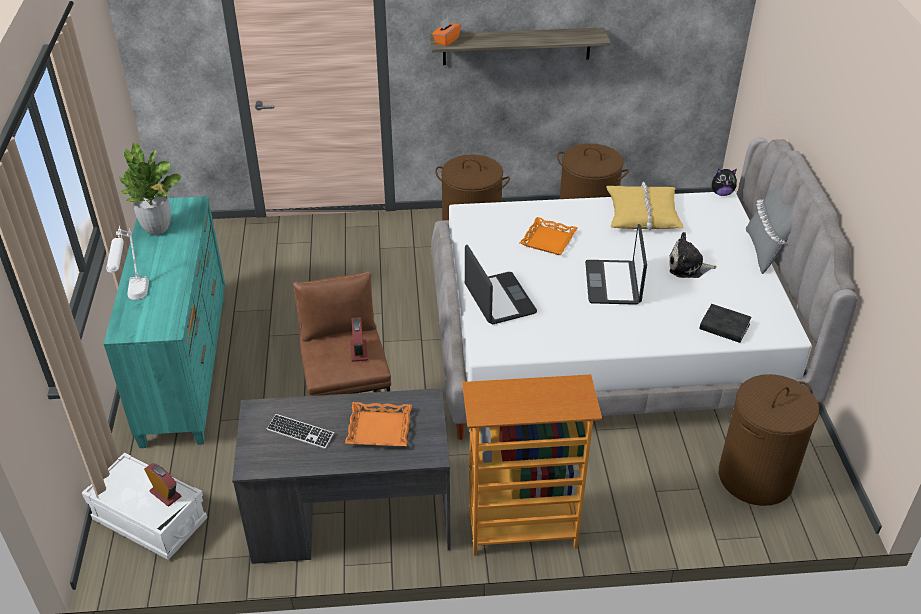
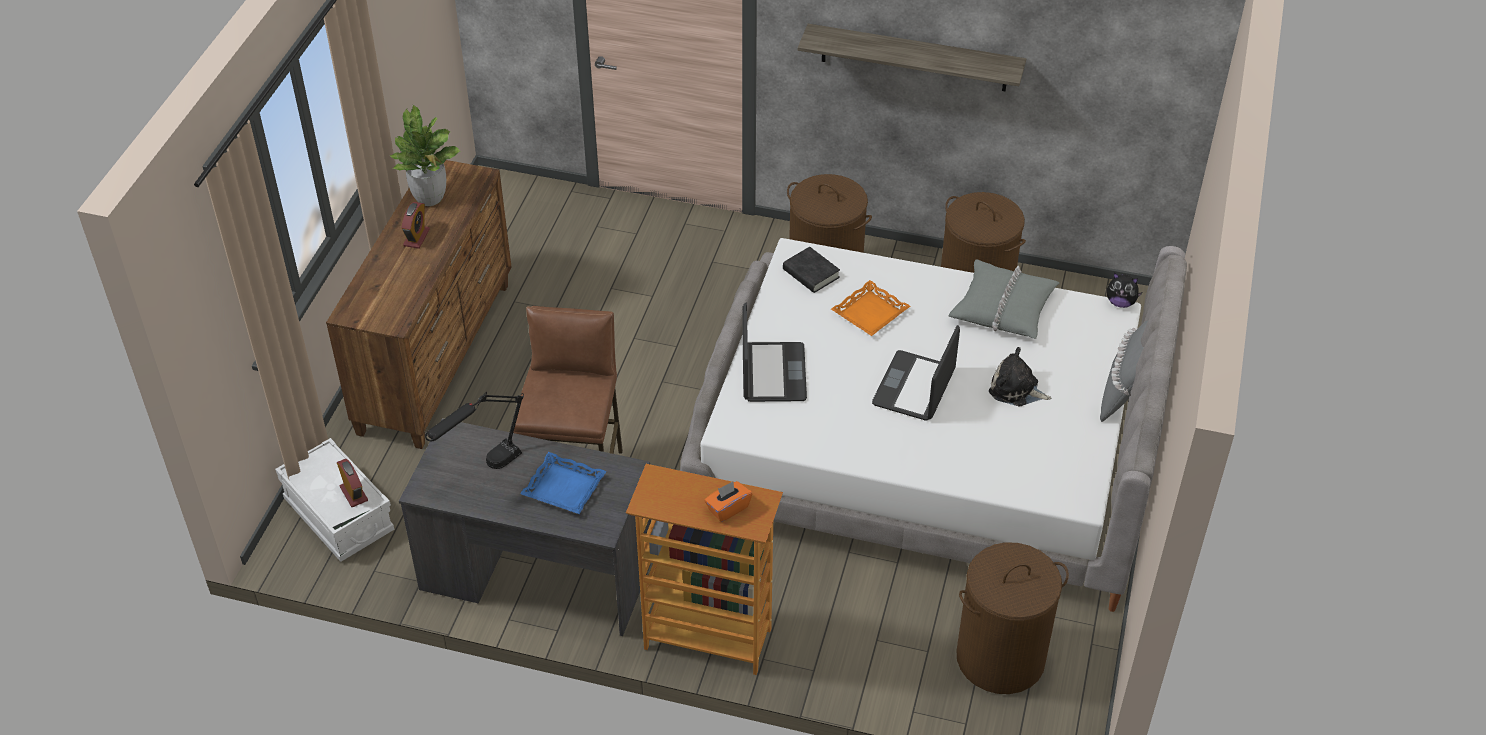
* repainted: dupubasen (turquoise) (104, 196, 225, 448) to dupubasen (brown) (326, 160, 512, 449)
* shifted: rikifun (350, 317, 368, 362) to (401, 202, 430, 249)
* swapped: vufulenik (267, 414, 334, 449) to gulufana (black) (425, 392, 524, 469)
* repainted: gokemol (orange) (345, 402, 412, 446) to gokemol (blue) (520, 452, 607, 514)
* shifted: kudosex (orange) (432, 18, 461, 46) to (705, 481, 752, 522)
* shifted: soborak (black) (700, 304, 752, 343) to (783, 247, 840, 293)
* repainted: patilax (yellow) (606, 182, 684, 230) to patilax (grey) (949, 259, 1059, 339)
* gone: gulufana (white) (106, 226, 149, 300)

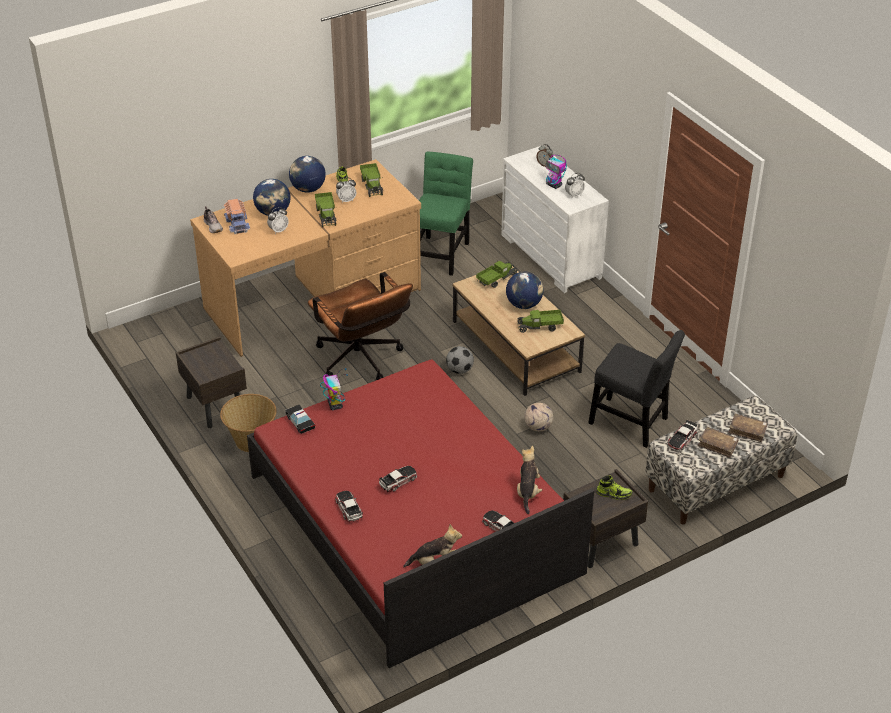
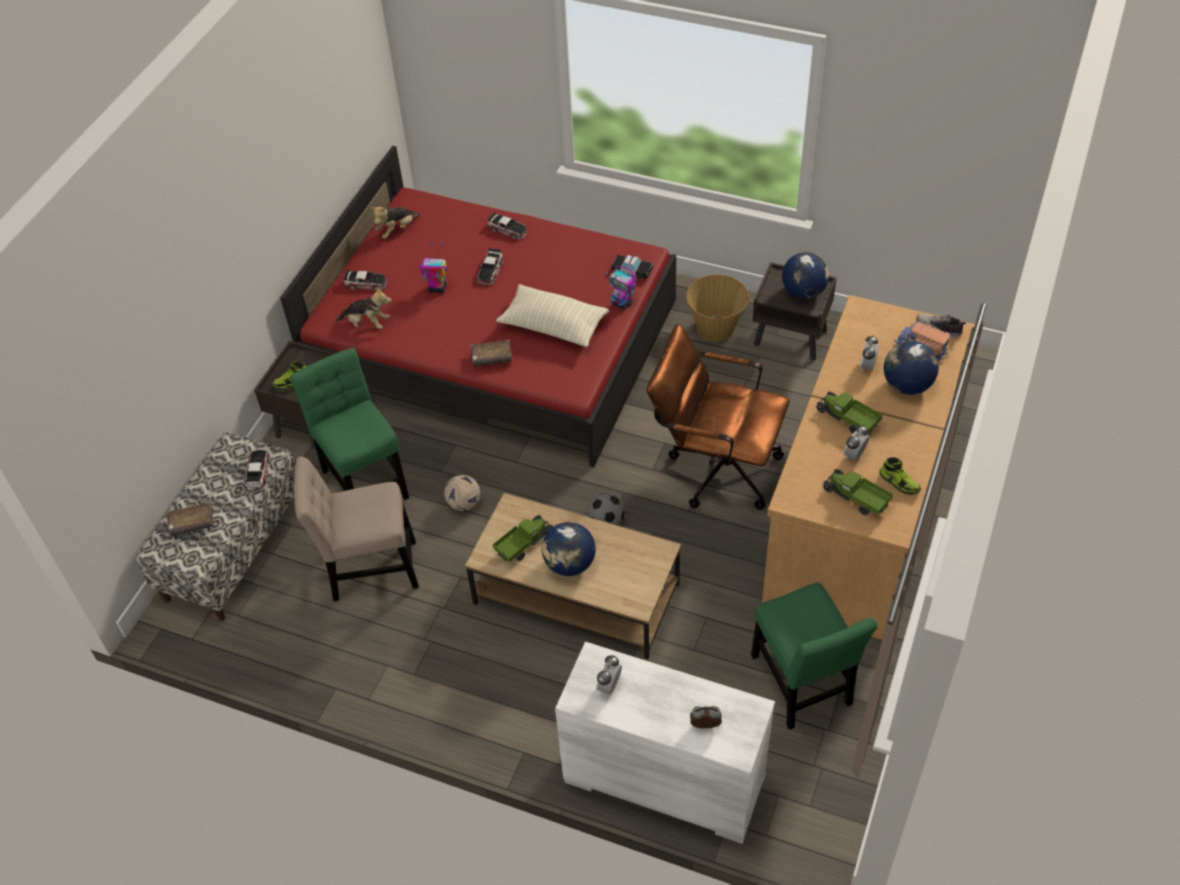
* new: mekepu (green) (290, 347, 409, 500)
* repainted: mekepu (black) (588, 330, 685, 448) to mekepu (beige) (294, 456, 419, 601)
* rotated: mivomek (517, 446, 542, 514) = (335, 286, 392, 329) 45 degrees counterclockwise
* shifted: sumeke (544, 155, 567, 189) to (419, 242, 448, 293)
* shifted: soborak (brown) (698, 427, 739, 458) to (470, 339, 512, 367)
* new: patilax (beige) (496, 284, 609, 347)
* shifted: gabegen (289, 156, 326, 193) to (782, 252, 829, 299)
* gone: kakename (476, 261, 518, 288)

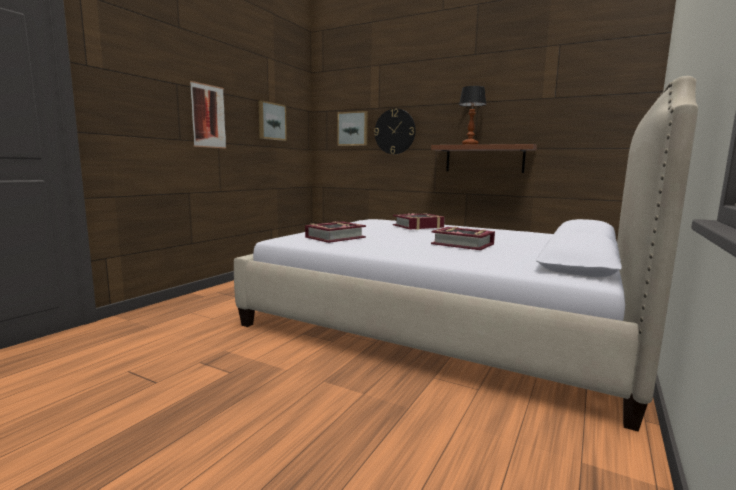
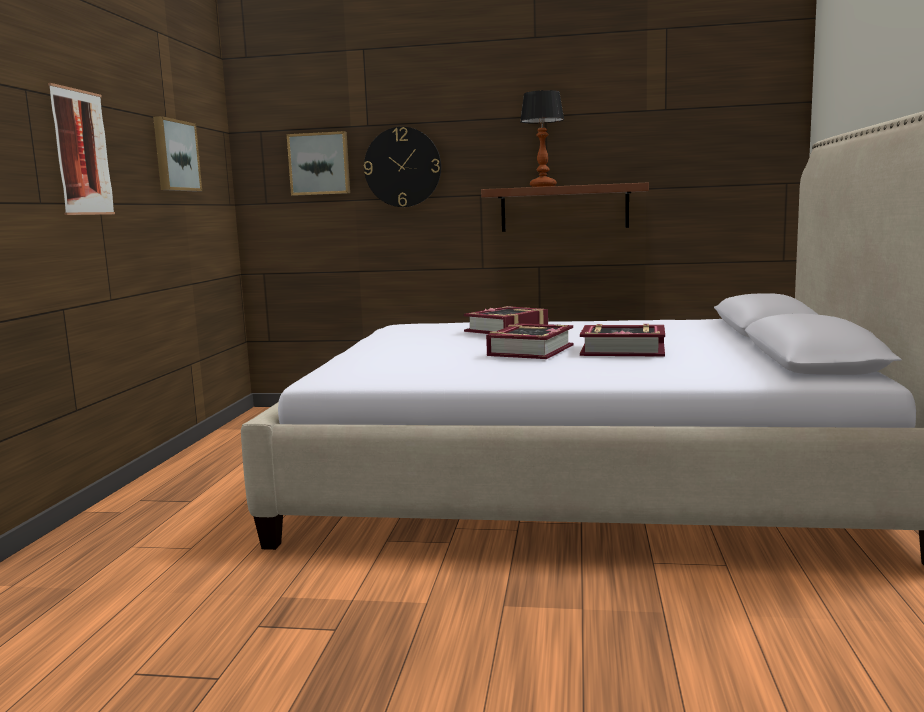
* shifted: soborak (305, 222, 366, 243) to (486, 323, 574, 359)

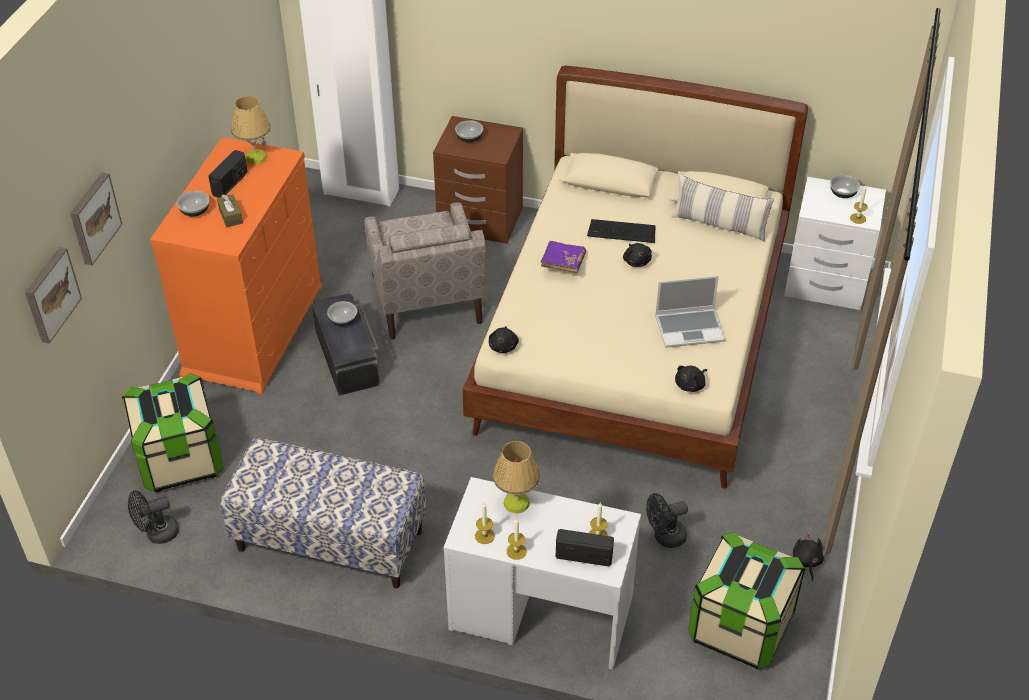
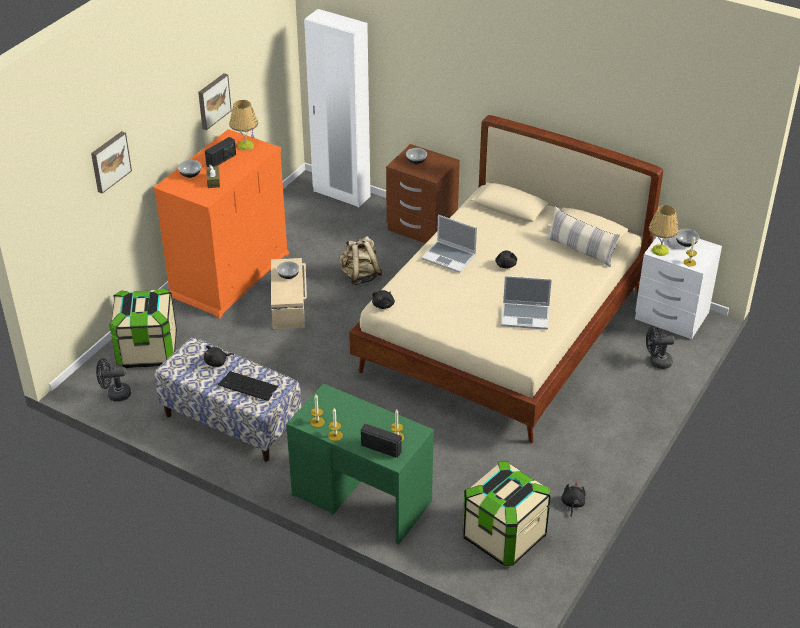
* shifted: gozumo (25, 247, 82, 343) to (198, 73, 232, 130)
* shifted: mivomek (black) (675, 366, 707, 392) to (204, 346, 234, 367)
* shifted: vufulenik (587, 219, 656, 243) to (218, 371, 278, 401)
* repainted: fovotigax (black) (312, 293, 380, 396) to fovotigax (beige) (271, 258, 307, 329)
* repainted: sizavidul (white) (443, 477, 641, 670) to sizavidul (green) (286, 383, 434, 545)
* swapped: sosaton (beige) (364, 203, 486, 339) to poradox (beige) (339, 236, 383, 285)
* swapped: soborak (purple) (541, 241, 586, 273) to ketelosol (422, 215, 477, 273)
* shifted: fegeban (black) (646, 493, 688, 548) to (646, 326, 675, 369)
* shifted: gulufana (493, 441, 540, 514) to (649, 205, 679, 256)

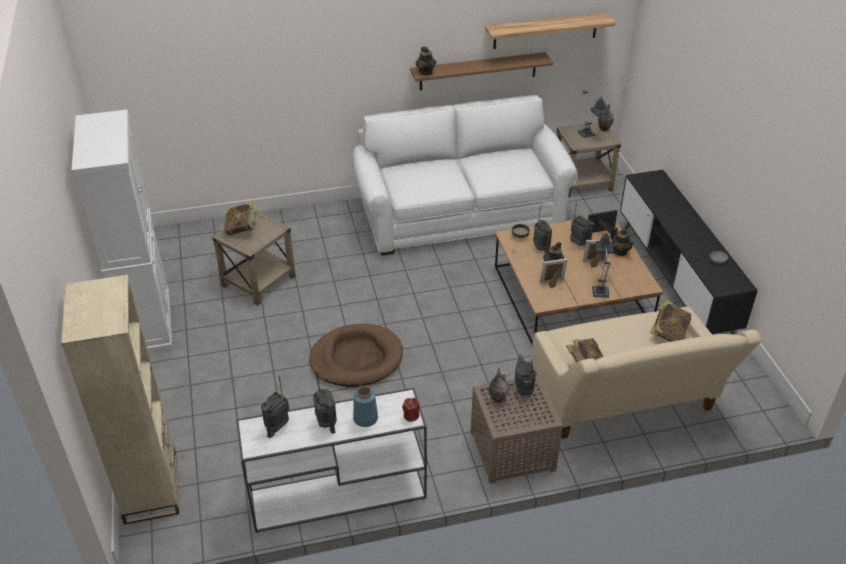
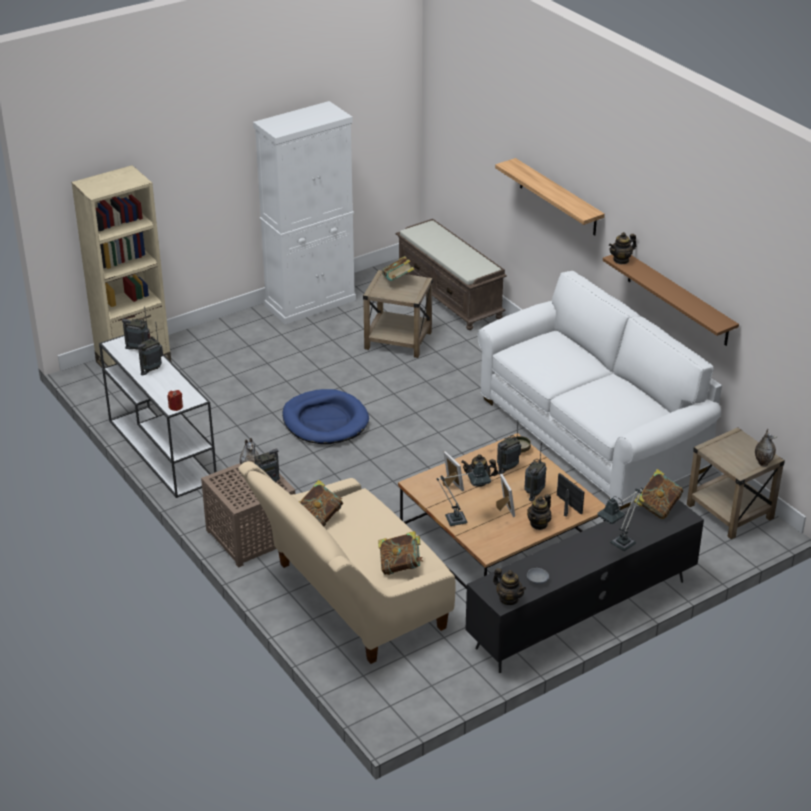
* repainted: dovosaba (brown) (310, 324, 403, 387) to dovosaba (blue) (282, 389, 369, 444)
* new: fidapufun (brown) (395, 219, 507, 330)
* new: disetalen (493, 568, 526, 605)
* shifted: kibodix (485, 12, 616, 49) to (495, 158, 605, 236)
* shifted: gulufana (578, 91, 609, 138) to (597, 488, 643, 551)
* new: soborak (634, 469, 683, 519)
* gone: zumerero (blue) (353, 386, 378, 427)

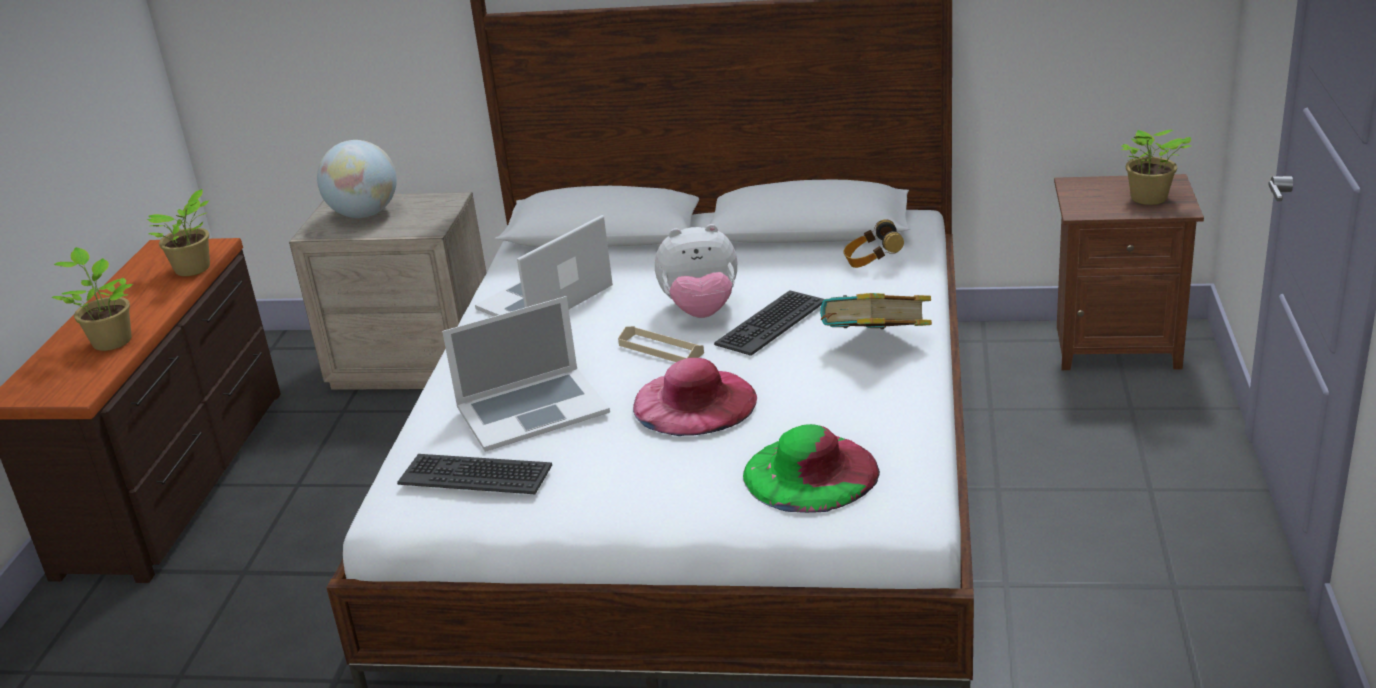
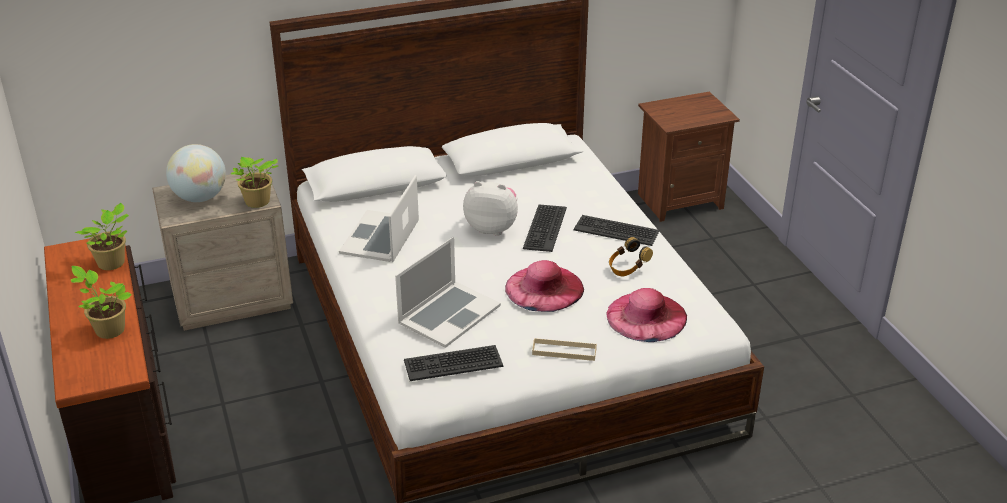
* shifted: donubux (1121, 129, 1191, 205) to (231, 157, 278, 208)
* rotated: mivomek (655, 224, 737, 318) = (463, 181, 518, 236) 135 degrees counterclockwise
* shifted: gokemol (beige) (618, 326, 704, 362) to (532, 338, 597, 361)
* swapped: soborak (820, 293, 932, 329) to vufulenik (573, 215, 659, 246)
* repainted: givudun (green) (743, 424, 880, 513) to givudun (pink) (607, 288, 687, 342)
* shifted: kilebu (844, 219, 904, 268) to (609, 237, 653, 276)

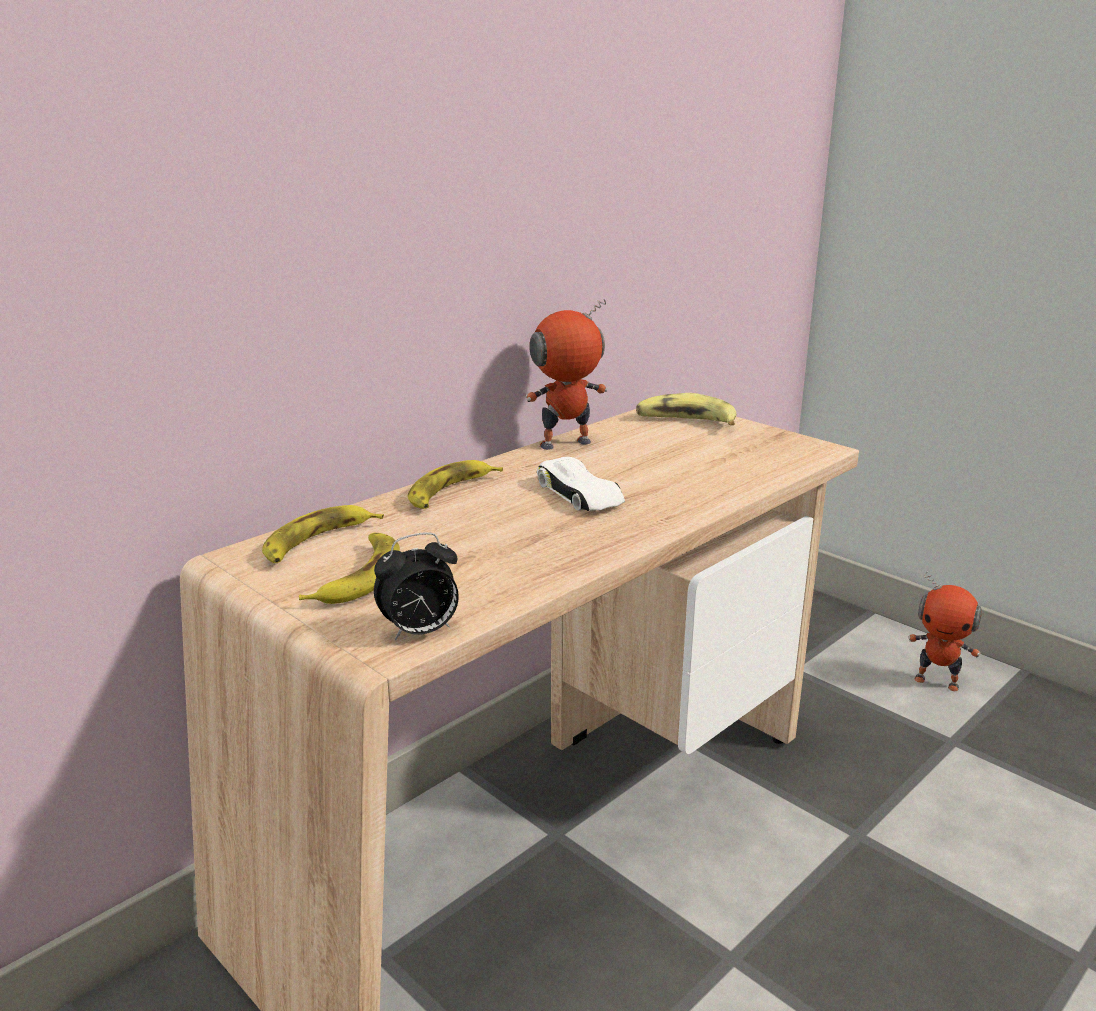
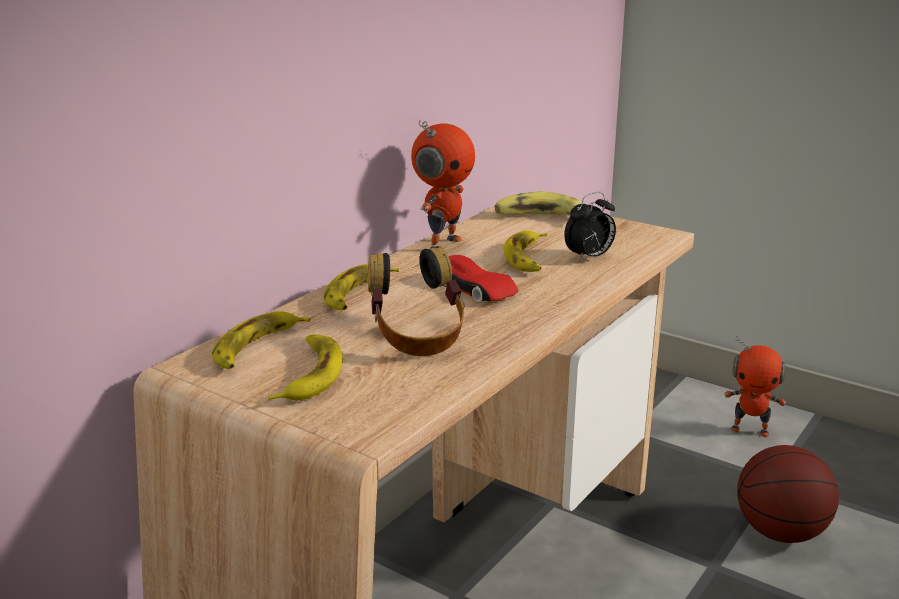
* new: kilebu (368, 247, 465, 356)
* rotated: sumeke (526, 299, 608, 450) = (411, 120, 475, 249) 150 degrees clockwise
* repainted: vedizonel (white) (537, 457, 625, 511) to vedizonel (red) (449, 255, 518, 302)
* new: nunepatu (504, 230, 547, 272)
* shifted: rikifun (374, 532, 459, 640) to (564, 192, 616, 262)
* new: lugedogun (737, 445, 839, 543)

